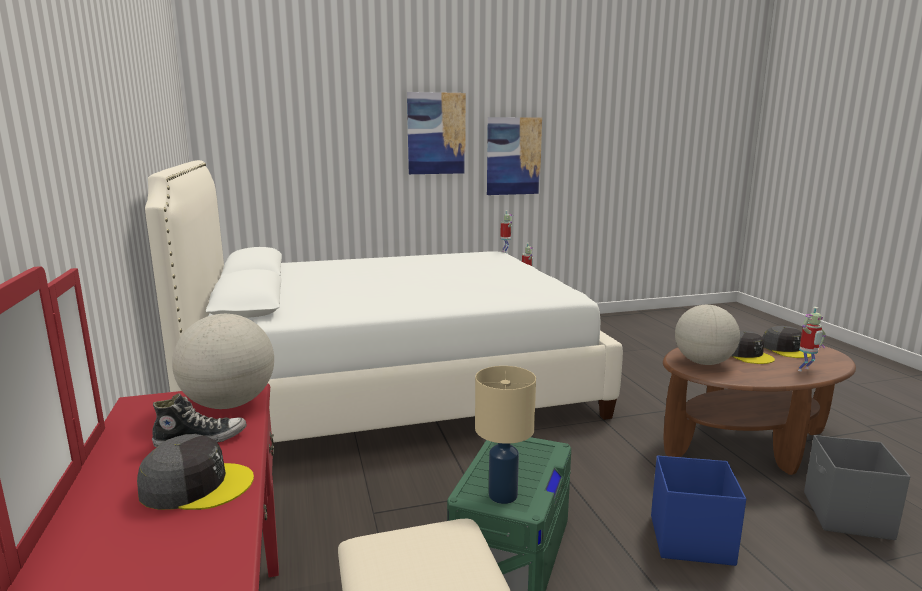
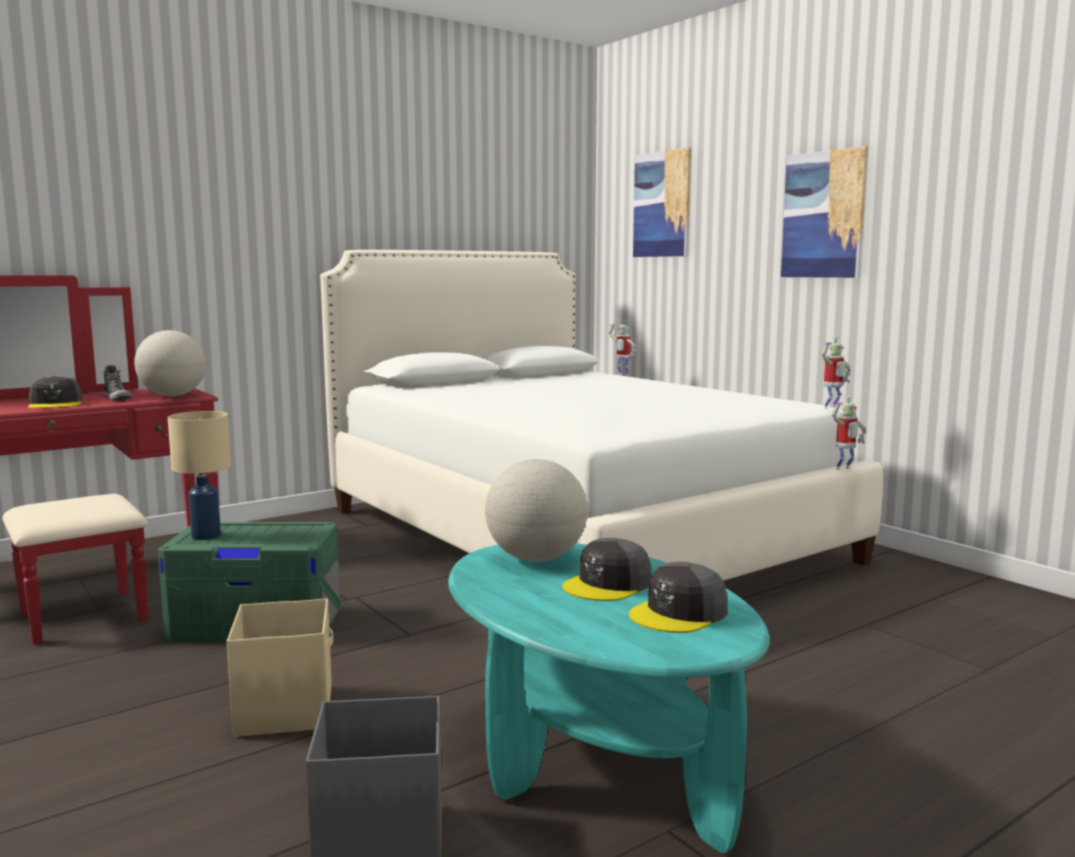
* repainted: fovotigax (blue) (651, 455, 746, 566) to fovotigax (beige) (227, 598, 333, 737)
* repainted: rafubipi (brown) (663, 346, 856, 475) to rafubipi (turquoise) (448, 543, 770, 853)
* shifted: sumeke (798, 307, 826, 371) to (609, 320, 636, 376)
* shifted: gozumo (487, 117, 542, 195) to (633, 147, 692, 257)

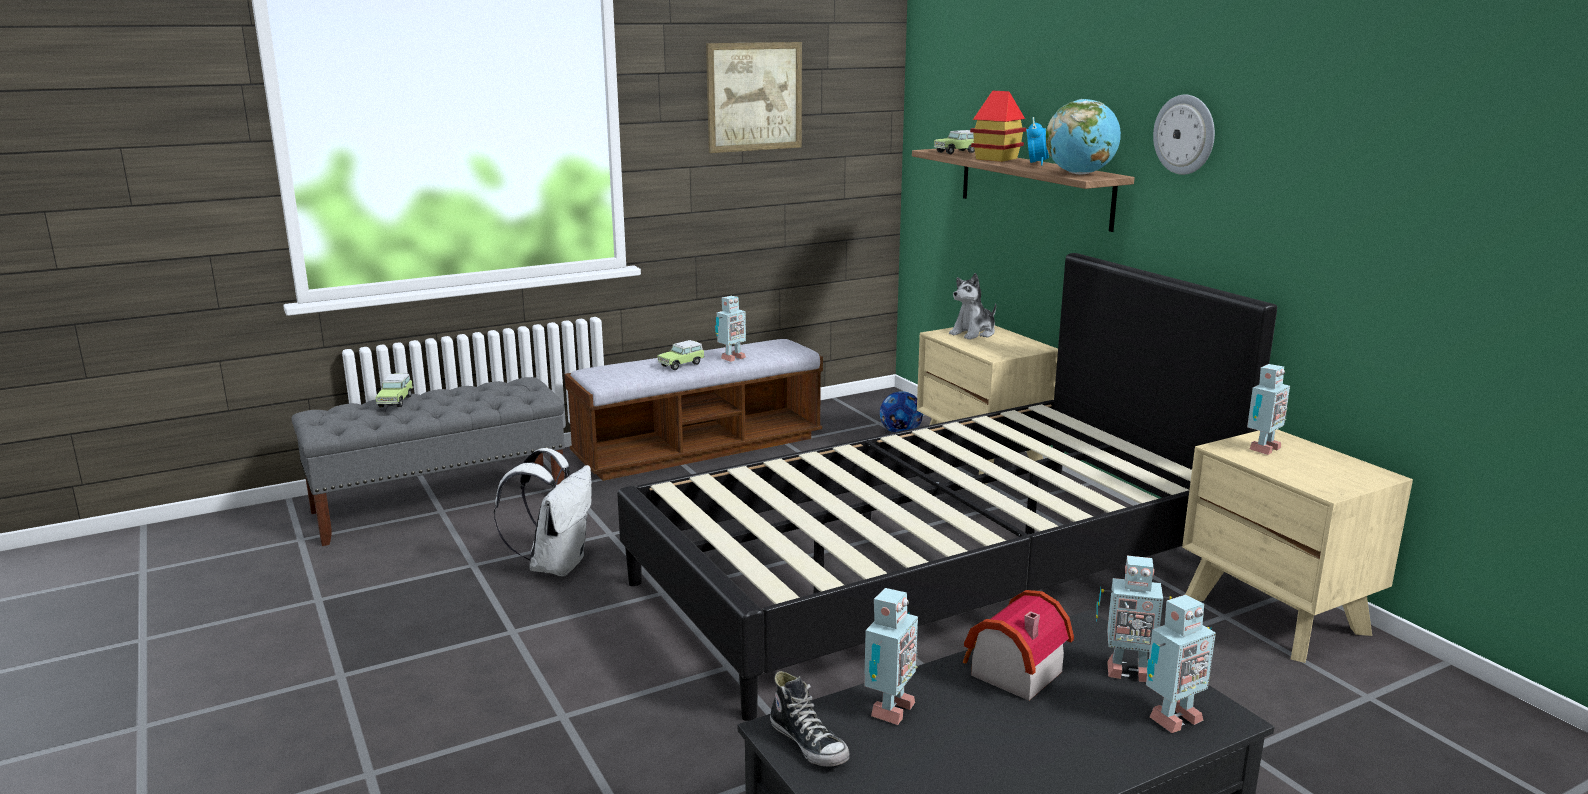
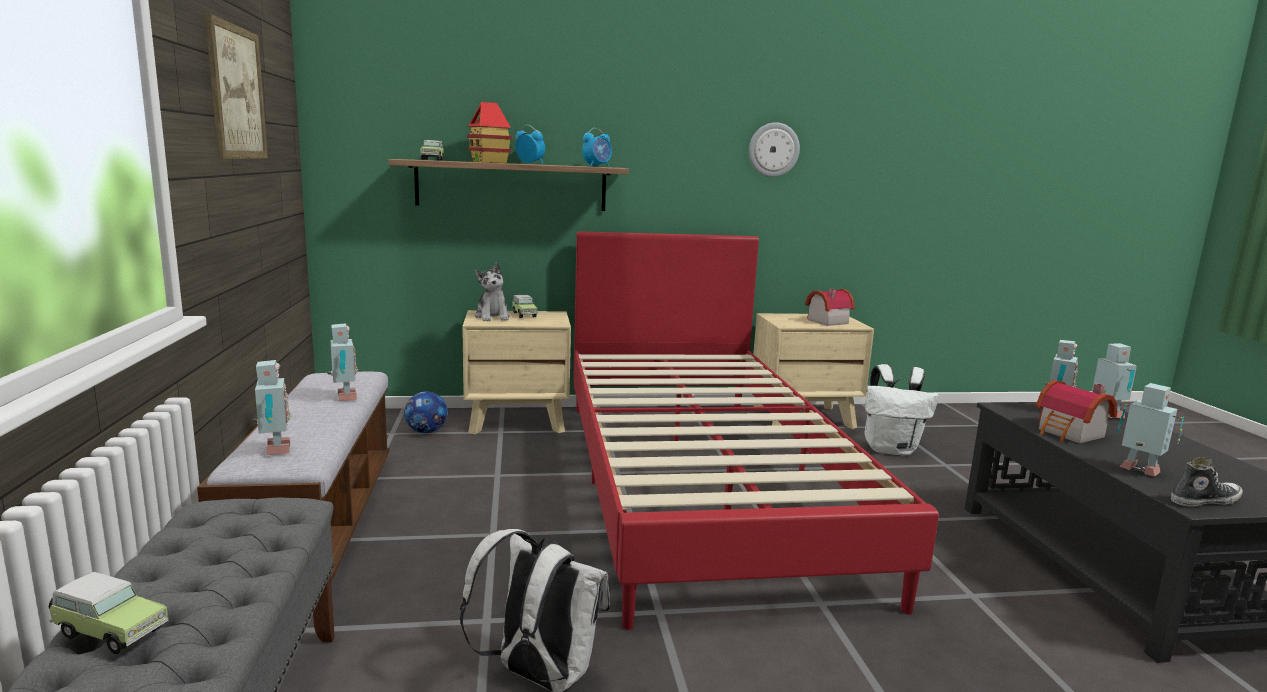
* shifted: sumeke (1247, 364, 1290, 455) to (253, 360, 292, 455)
* shifted: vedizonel (658, 340, 705, 370) to (512, 295, 538, 318)
* repainted: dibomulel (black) (617, 253, 1277, 721) to dibomulel (red) (573, 231, 939, 630)
* swapped: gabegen (1046, 99, 1121, 174) to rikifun (582, 128, 612, 167)
* shifted: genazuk (1153, 95, 1215, 175) to (749, 122, 800, 177)
* new: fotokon (805, 289, 855, 326)
* new: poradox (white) (864, 364, 939, 456)

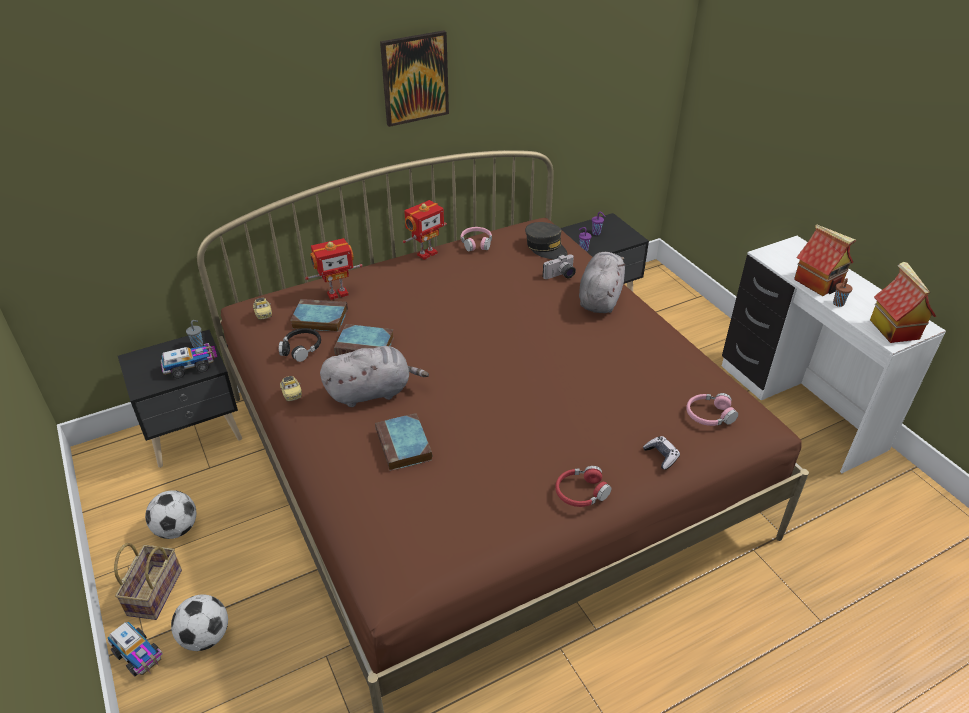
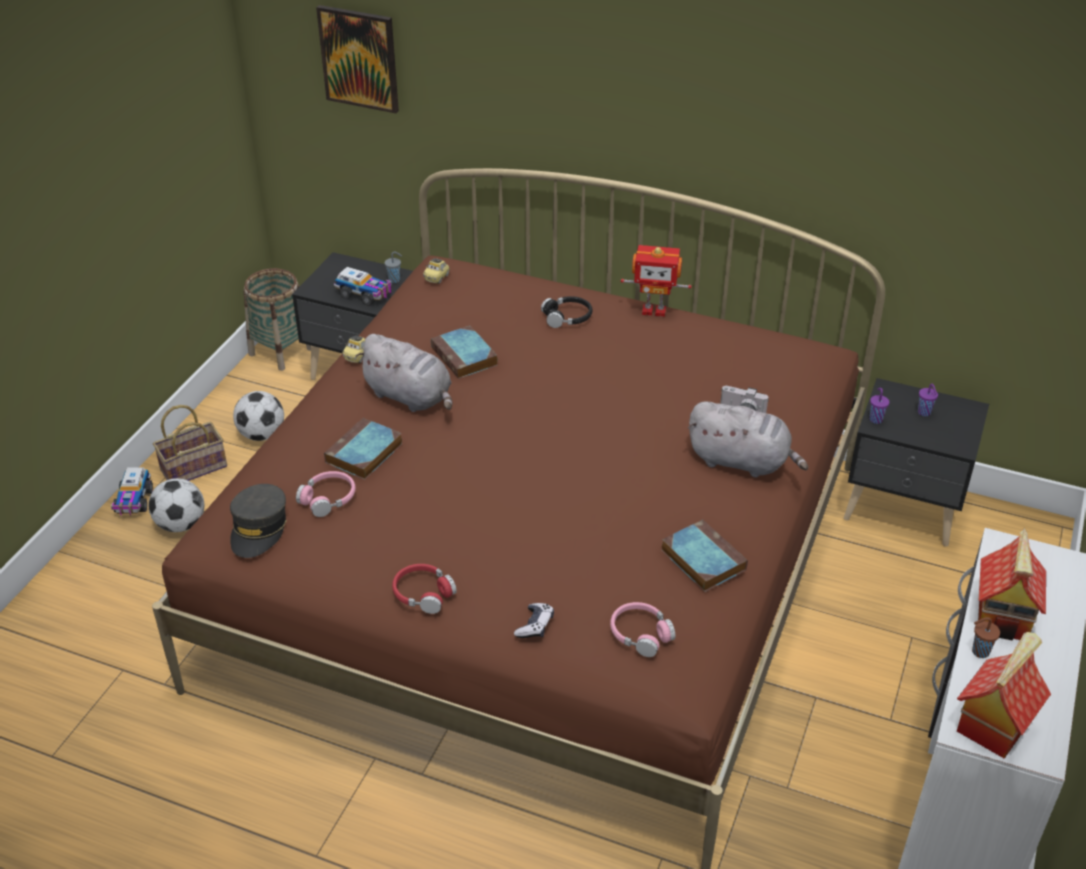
* shifted: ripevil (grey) (525, 222, 568, 260) to (230, 484, 287, 558)
* new: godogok (243, 268, 311, 371)
* shifted: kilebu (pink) (460, 227, 492, 252) to (296, 471, 356, 517)
* shifted: gozumo (380, 30, 449, 127) to (316, 5, 399, 113)
* shifted: kilebu (black) (279, 328, 321, 362) to (541, 296, 592, 328)
* shifted: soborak (291, 299, 348, 332) to (662, 519, 748, 592)
* rotated: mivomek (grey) (579, 252, 625, 313) = (688, 401, 808, 478) 45 degrees clockwise
* gone: sumeke (305, 238, 363, 300)

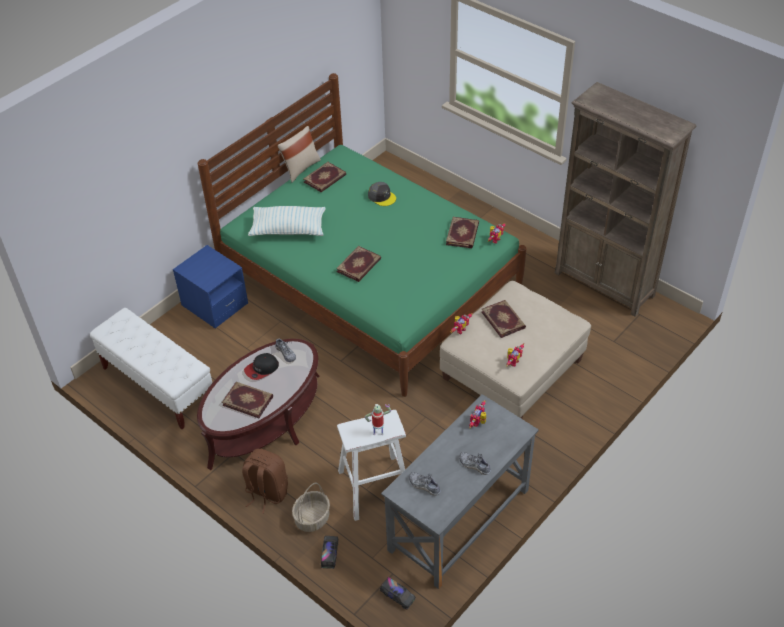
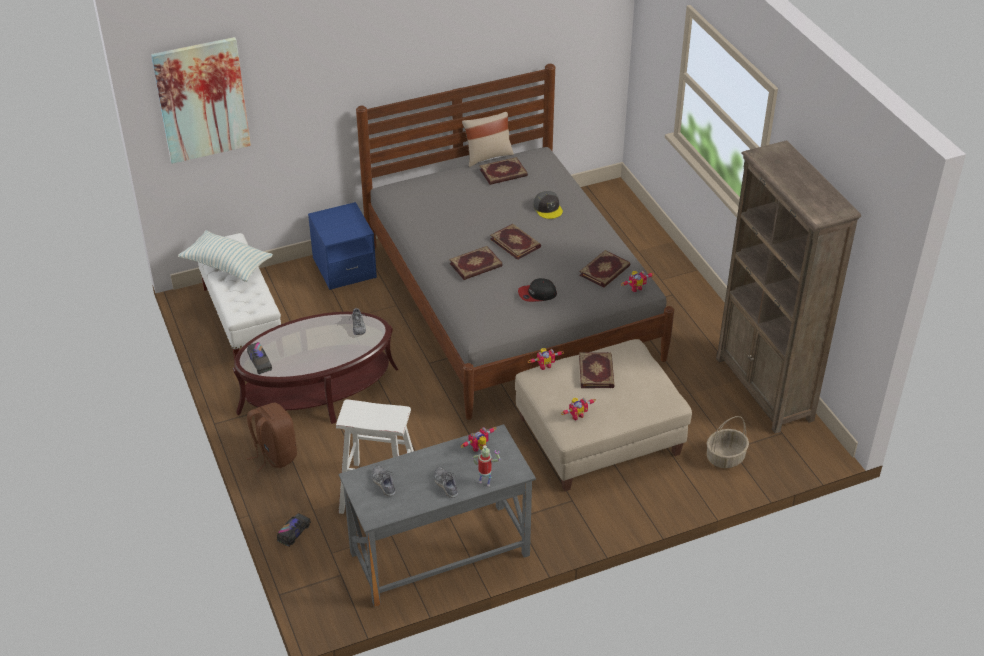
* new: gozumo (151, 37, 251, 164)
* shifted: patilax (248, 206, 326, 236) to (178, 230, 273, 282)
* shifted: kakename (380, 577, 416, 609) to (247, 342, 272, 374)
* repainted: dibomulel (green) (198, 73, 527, 397) to dibomulel (grey) (356, 64, 674, 420)
* shifted: sumeke (364, 404, 391, 435) to (472, 445, 500, 486)
* shifted: soborak (222, 382, 273, 418) to (490, 224, 541, 260)
* shifted: ripevil (244, 353, 279, 380) to (518, 278, 557, 302)
* shifted: godogok (292, 482, 330, 532) to (707, 416, 749, 468)

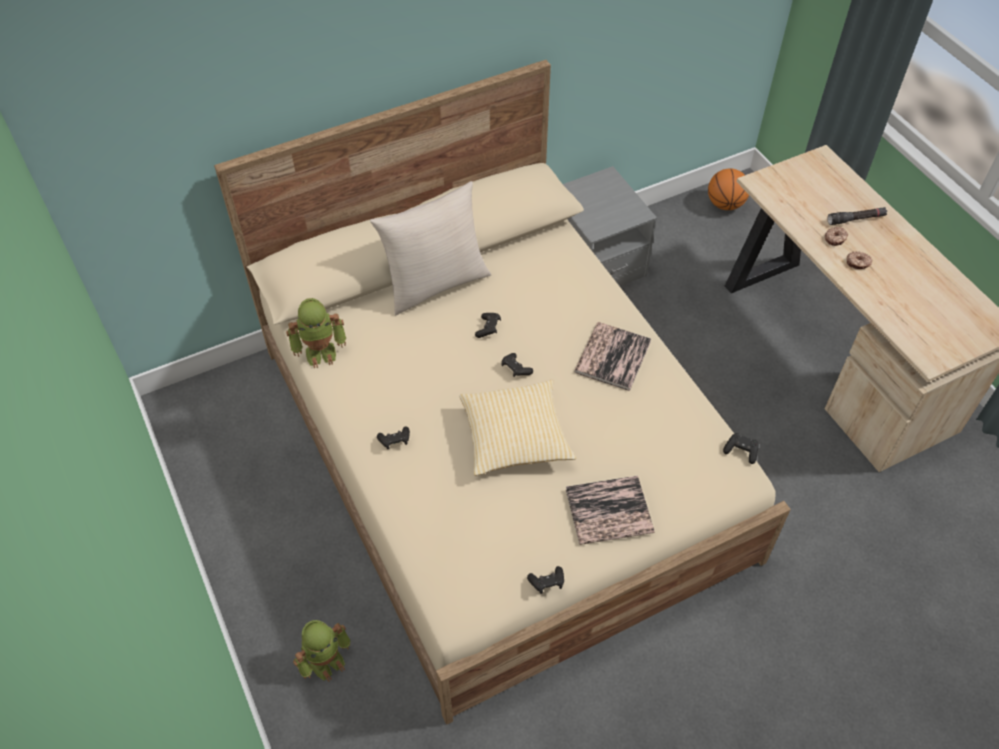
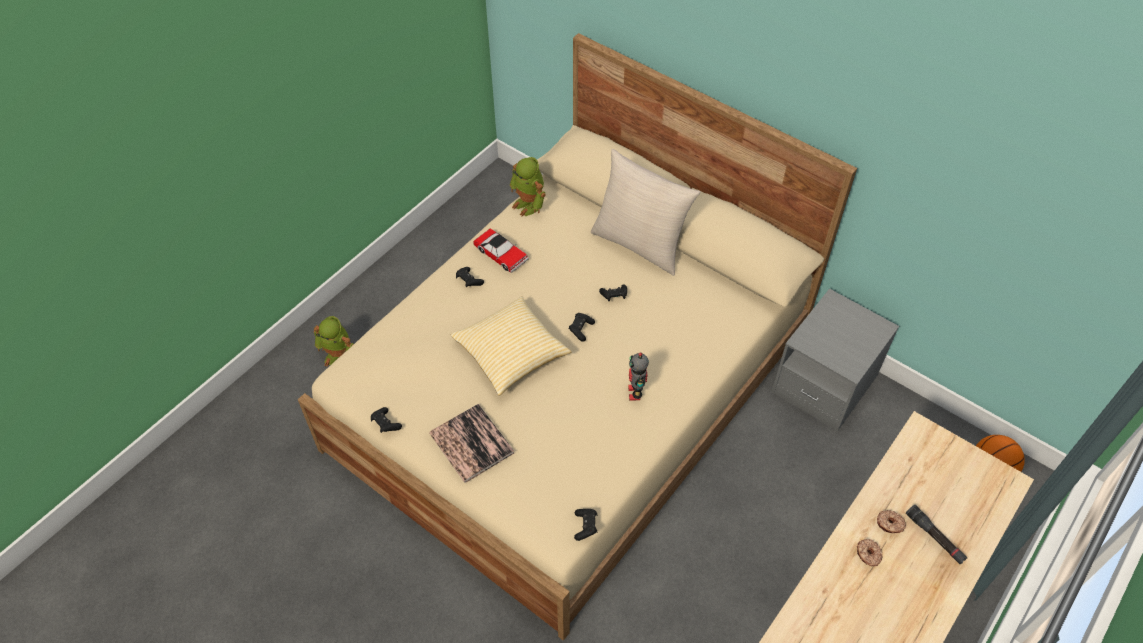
* new: vedizonel (473, 229, 529, 273)
* swapped: soborak (574, 322, 651, 391) to sumeke (628, 352, 649, 401)

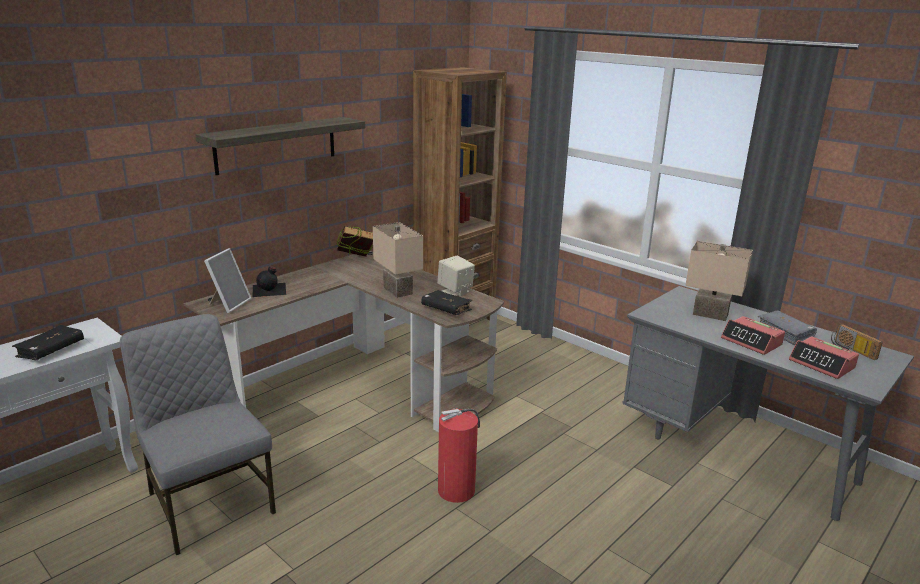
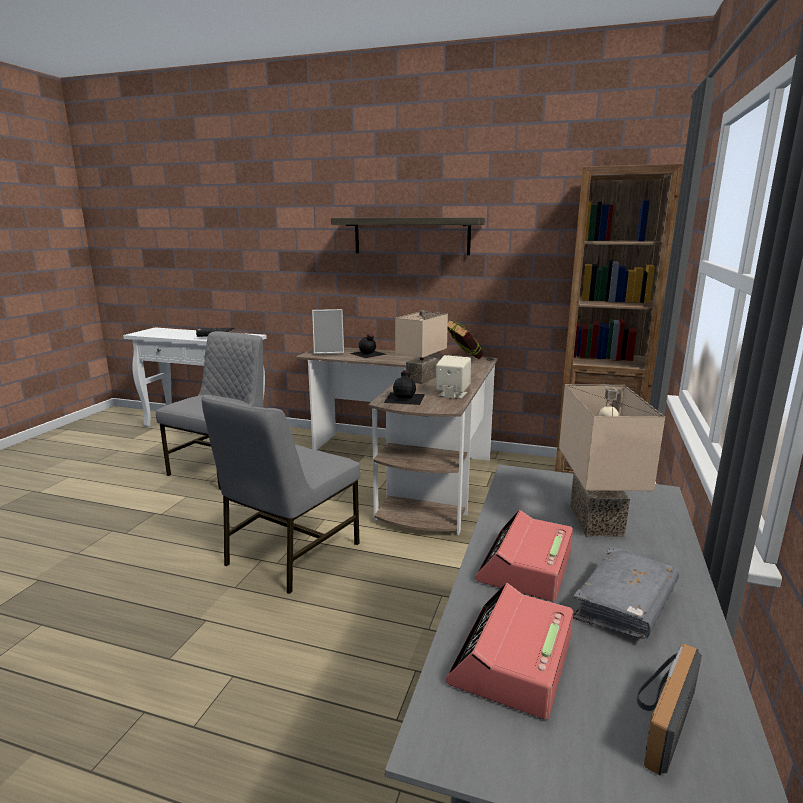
* swapped: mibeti (438, 408, 480, 503) to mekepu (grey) (202, 395, 361, 594)
* swapped: soborak (black) (421, 290, 472, 315) to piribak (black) (384, 370, 425, 405)

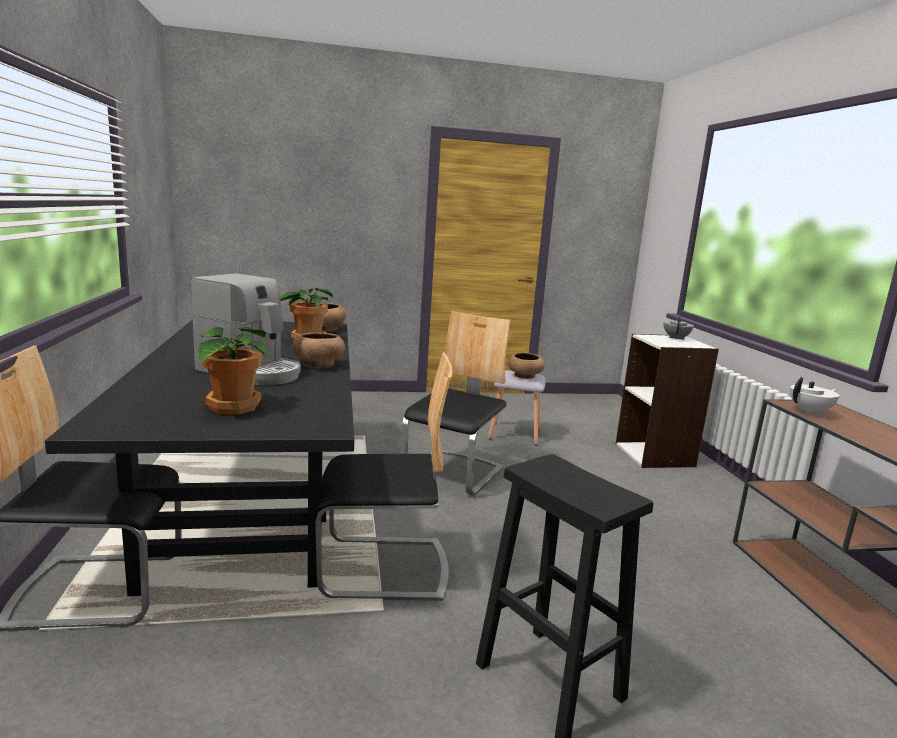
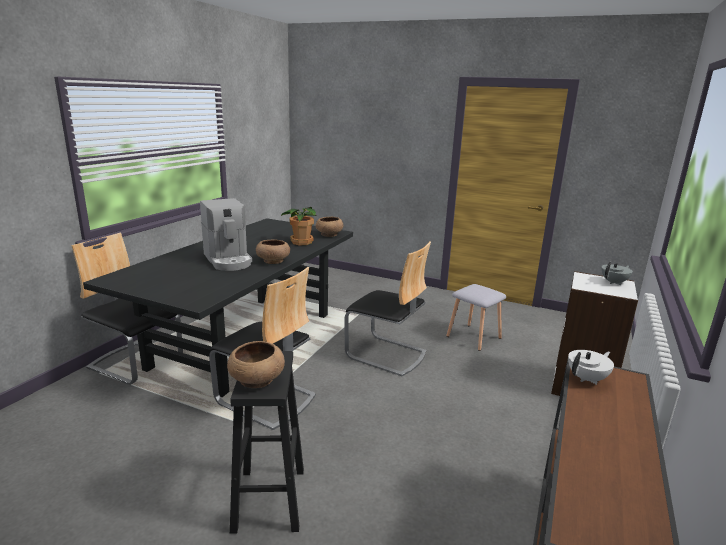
* shifted: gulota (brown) (508, 353, 545, 379) to (227, 341, 285, 388)
* rotated: mekepu (401, 311, 510, 496) = (345, 241, 431, 376) 60 degrees clockwise
* rotated: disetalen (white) (790, 377, 840, 416) = (568, 350, 614, 385) 45 degrees counterclockwise
* gone: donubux (198, 326, 267, 415)

